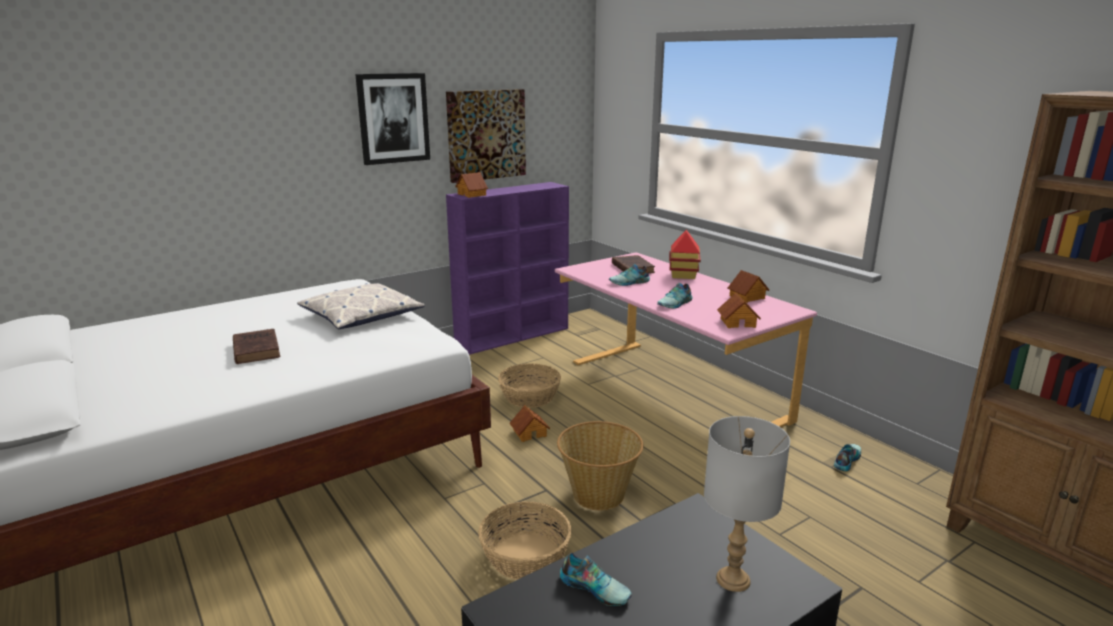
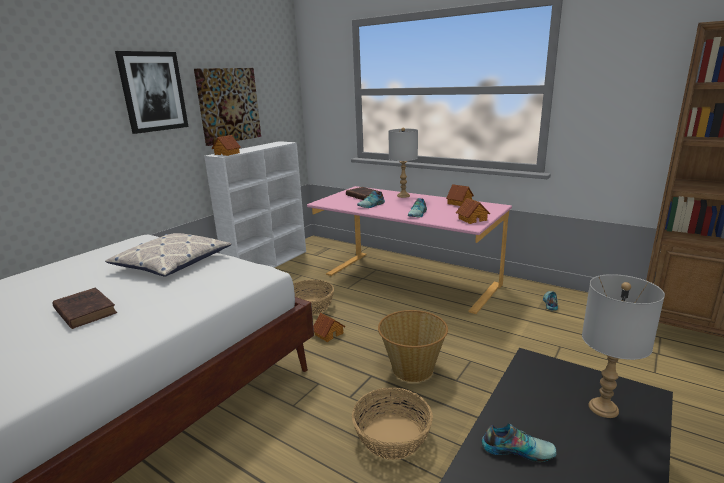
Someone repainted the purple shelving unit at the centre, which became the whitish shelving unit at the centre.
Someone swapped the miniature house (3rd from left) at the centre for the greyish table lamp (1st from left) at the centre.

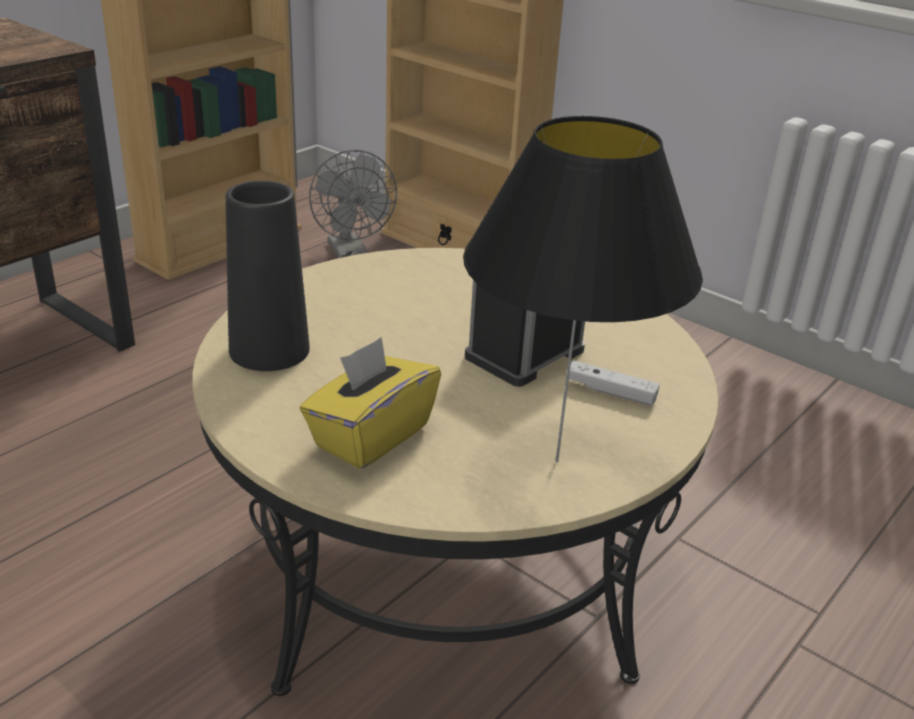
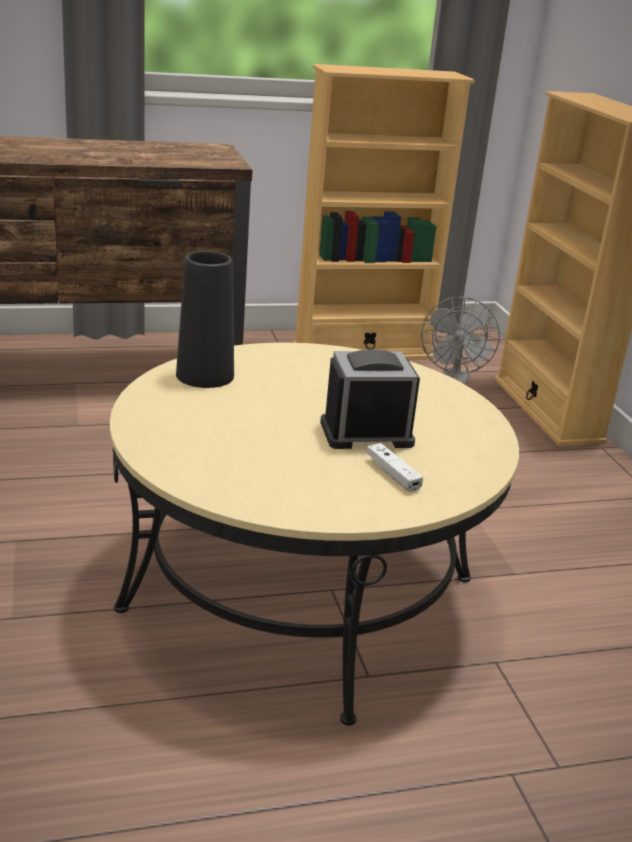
Someone took away the black table lamp at the centre.
Someone took away the yellow-coloured tissue box at the centre.

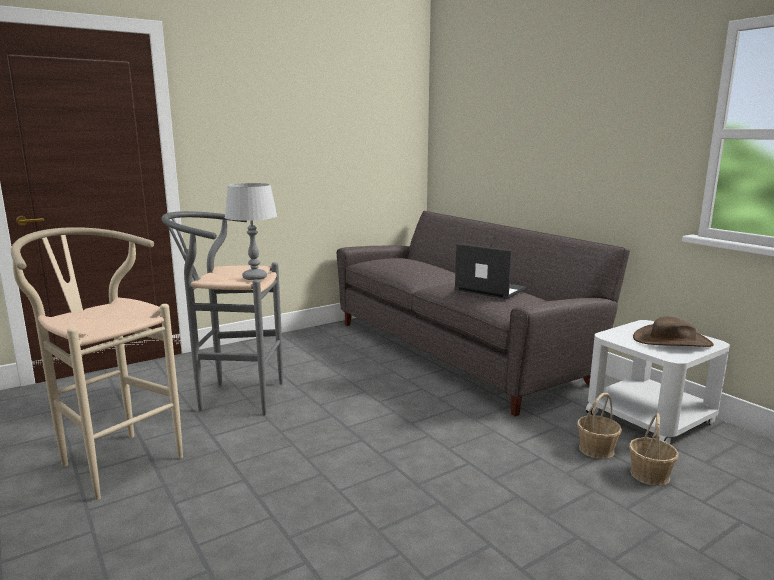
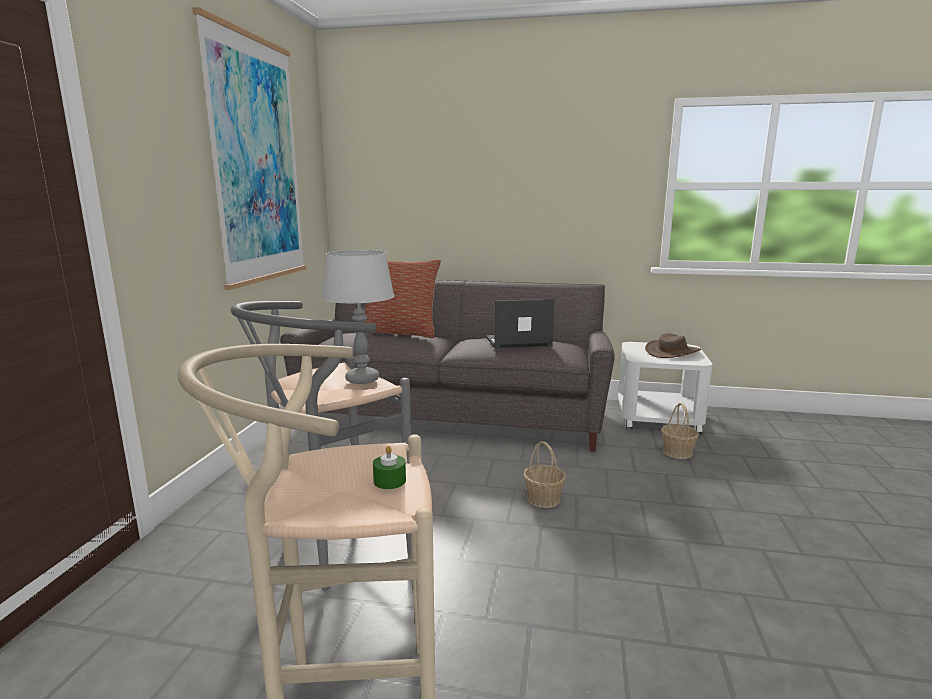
Someone carried the basket (2nd from left in the first image) from the bottom right to the bottom centre.
Someone put up the picture at the top left.
Someone put down the cushion at the centre.
Someone put down the greenish wax candle at the bottom centre.

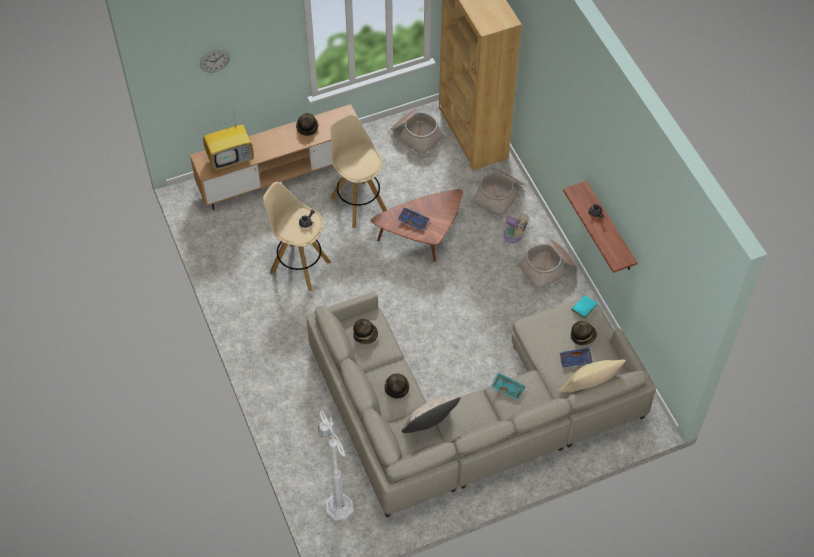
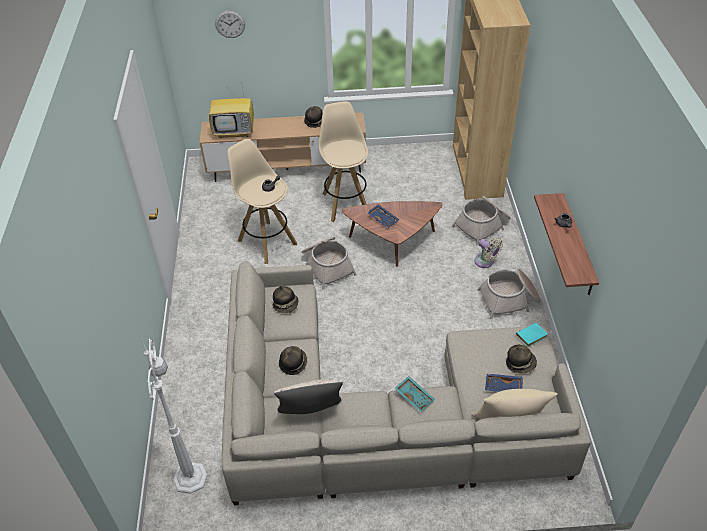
Someone carried the basket (1st from left) from the top centre to the centre.

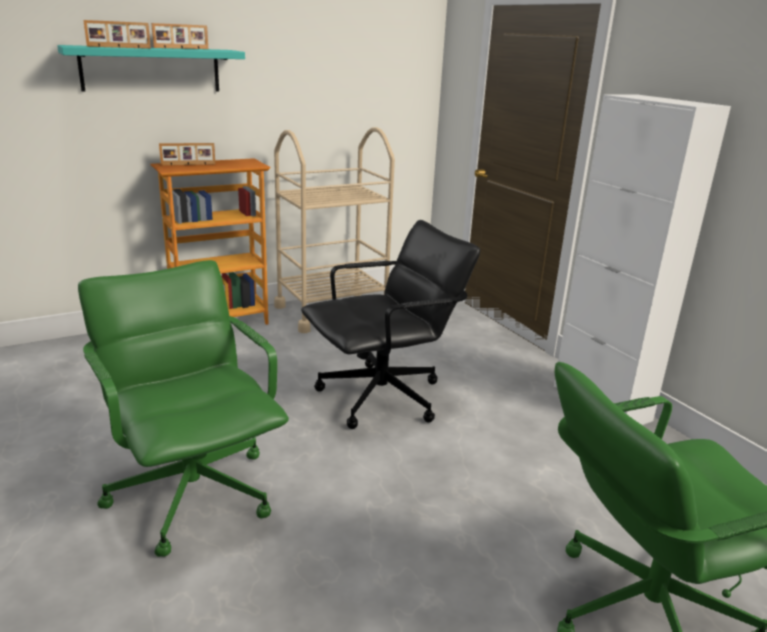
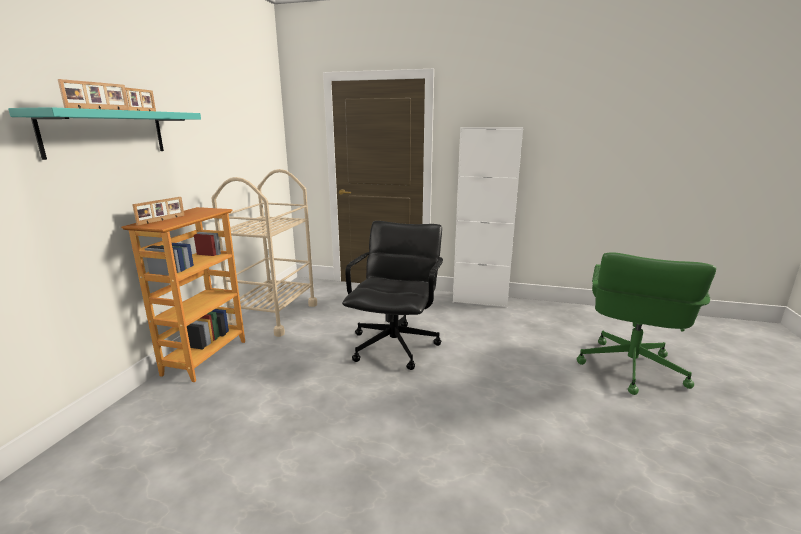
Someone took away the greenish desk chair (1st from left) at the middle left.

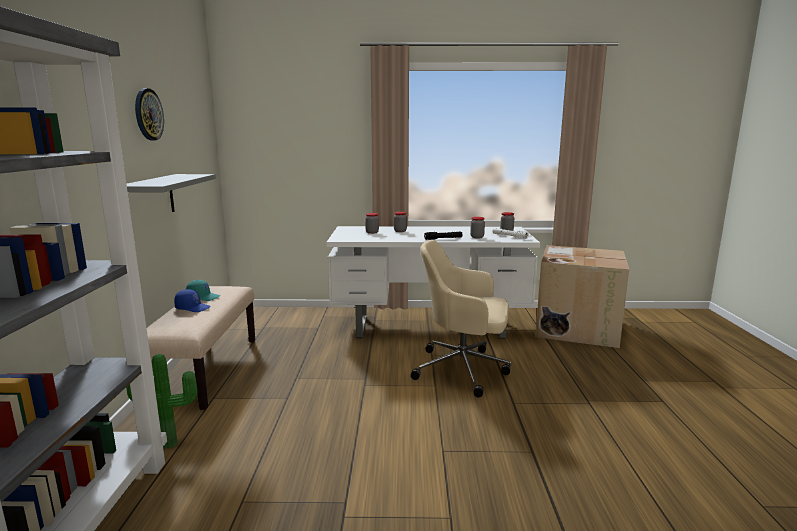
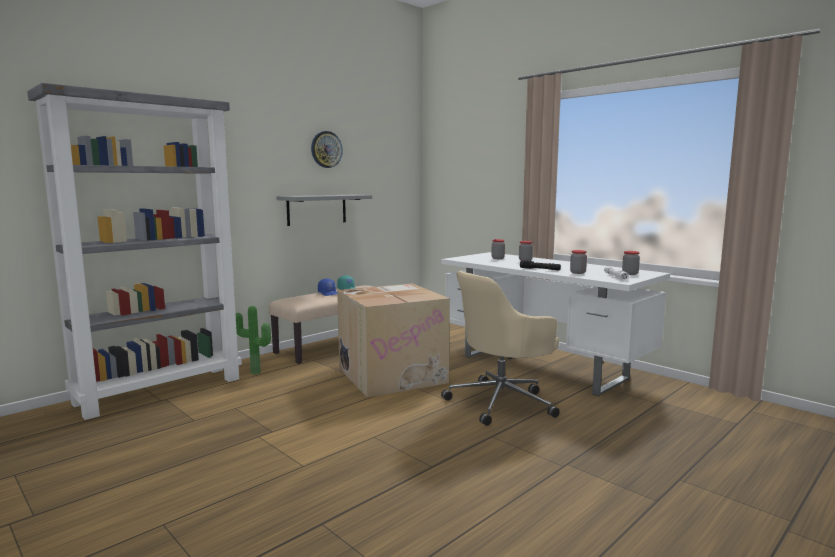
Someone rotated the beige desk chair at the centre by 90 degrees counterclockwise.
Someone carried the packing box from the middle right to the centre.

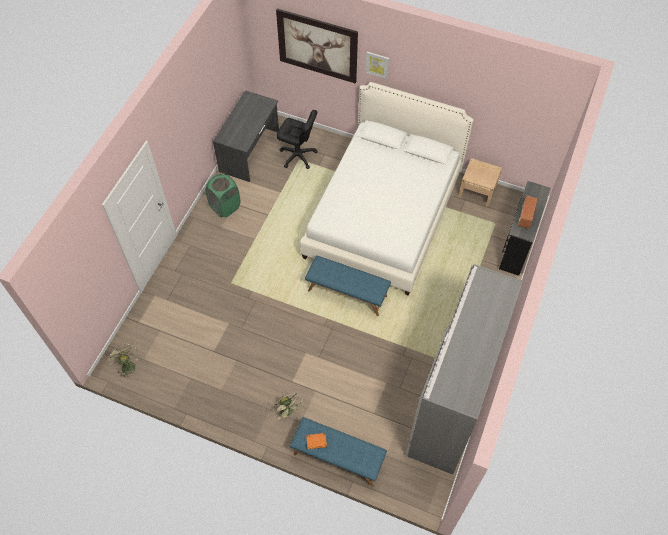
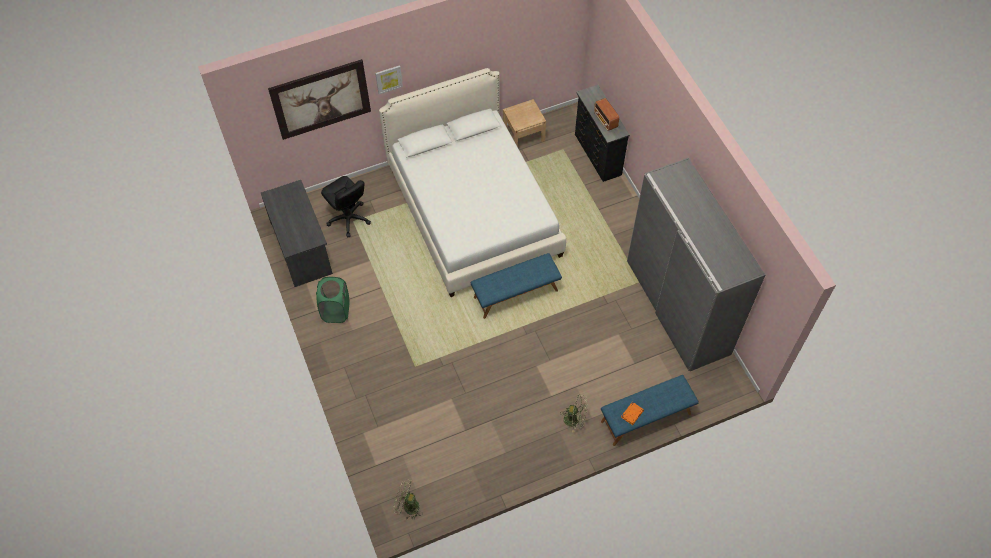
Someone rotated the black desk chair at the top centre by 75 degrees clockwise.

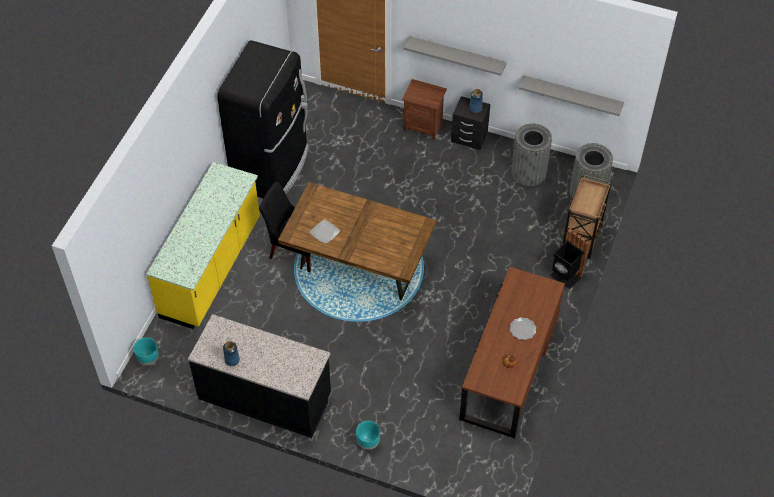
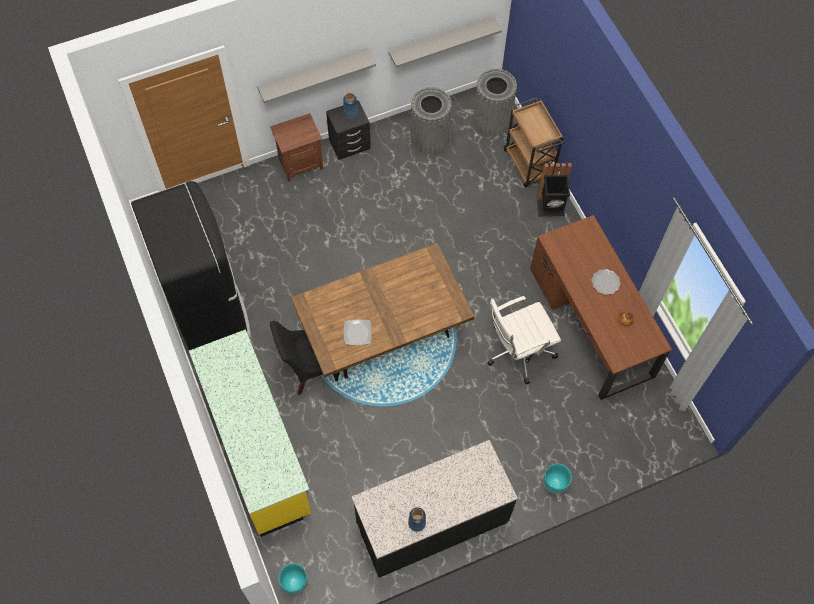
Someone put down the whitish desk chair at the centre.

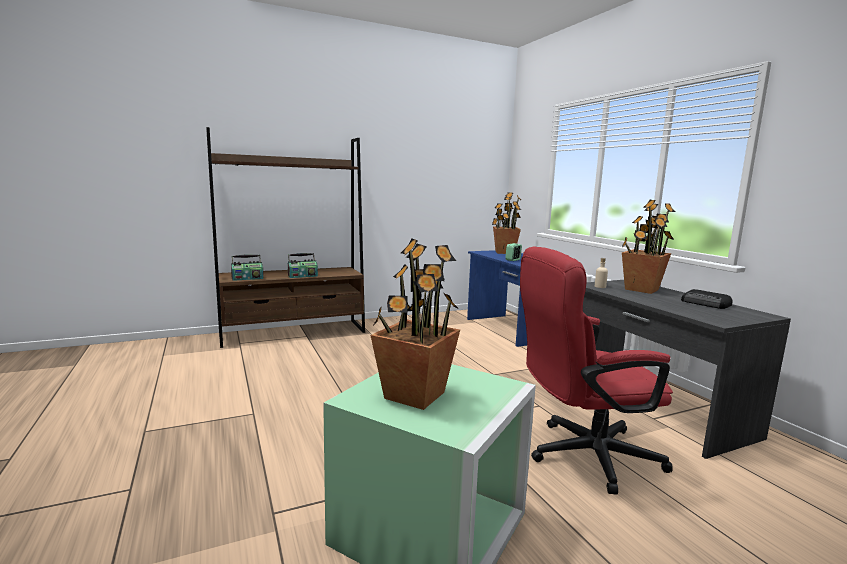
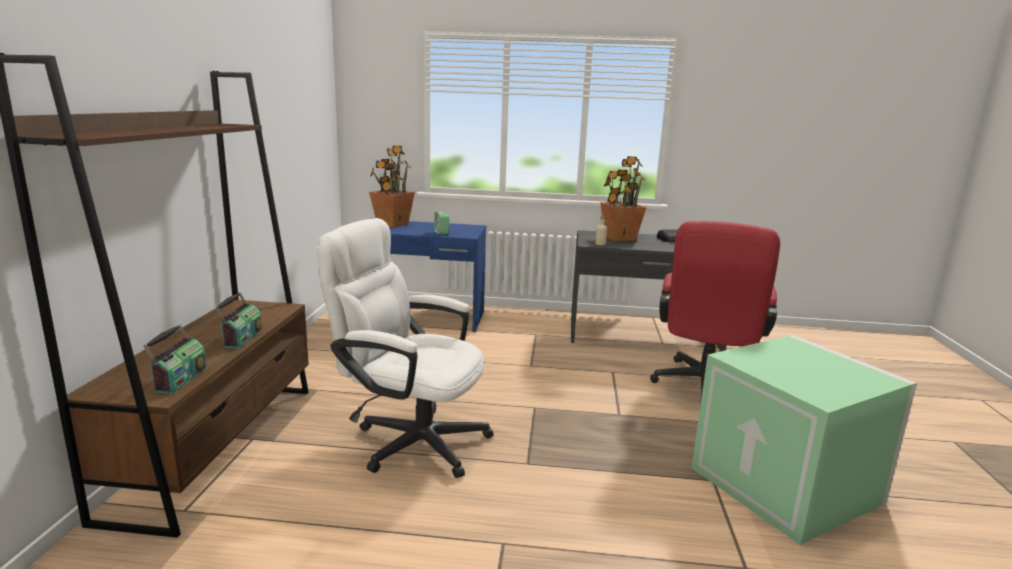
Someone took away the potted plant (1st from left) at the centre.
Someone put down the whitish desk chair at the centre.

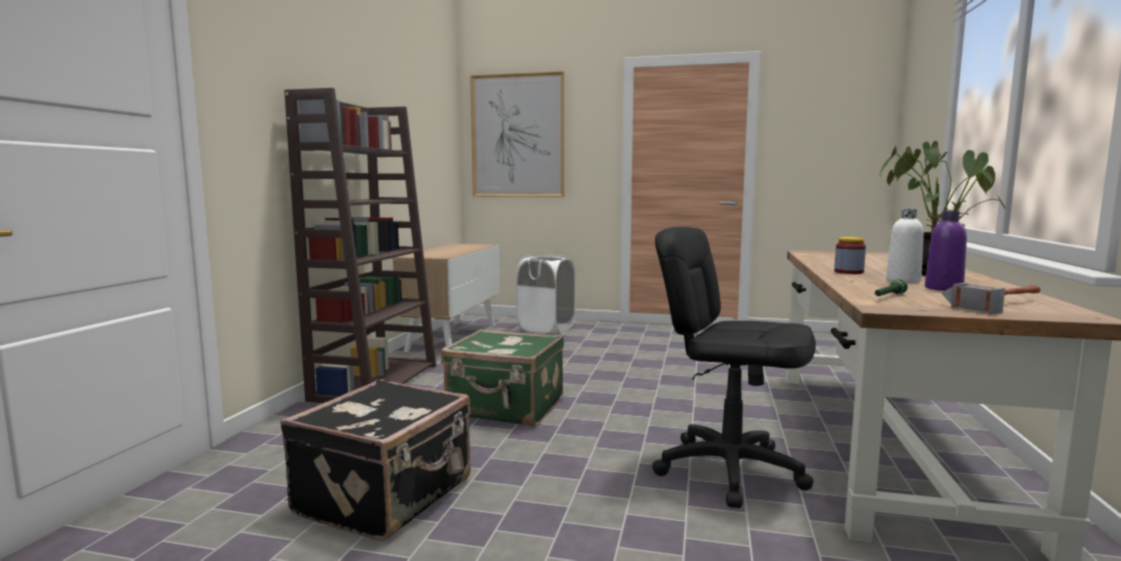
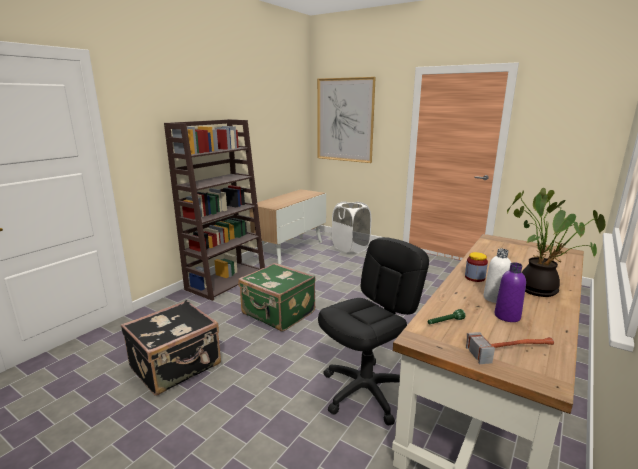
Someone rotated the black desk chair at the centre by 90 degrees clockwise.

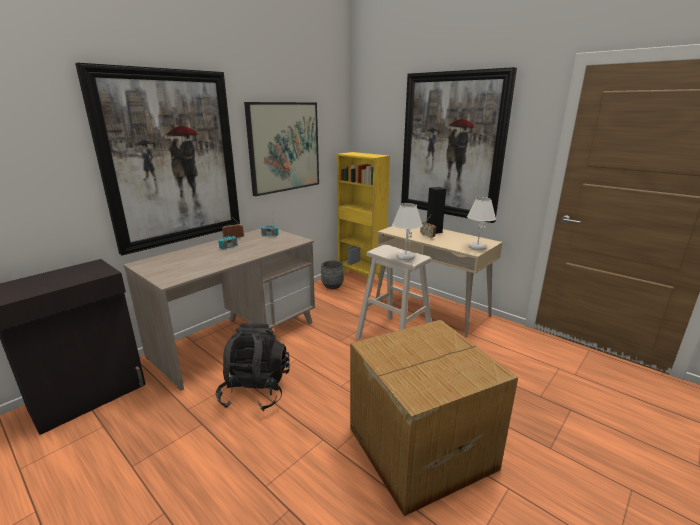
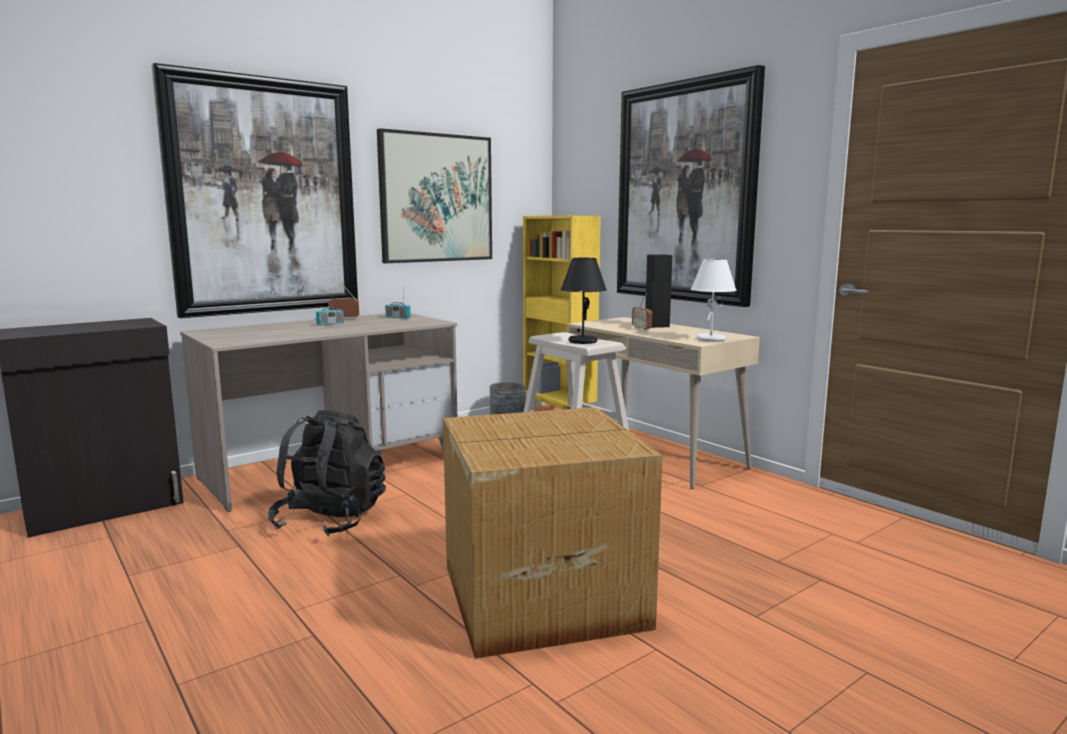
Someone repainted the whitish table lamp (1st from left) at the centre, which became the black table lamp at the centre.

